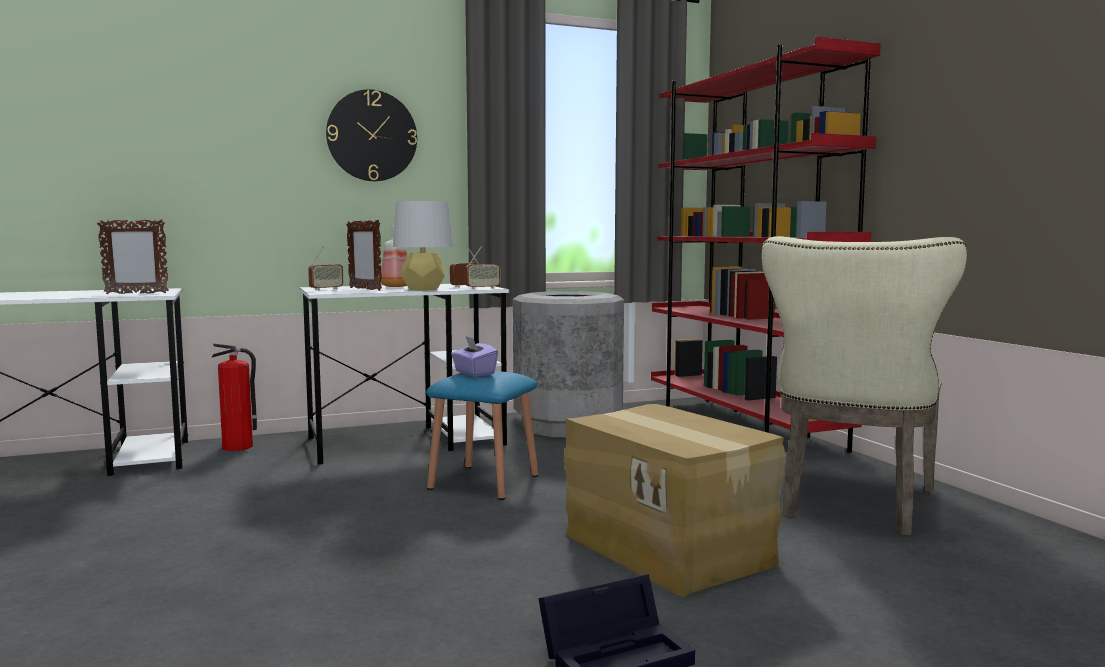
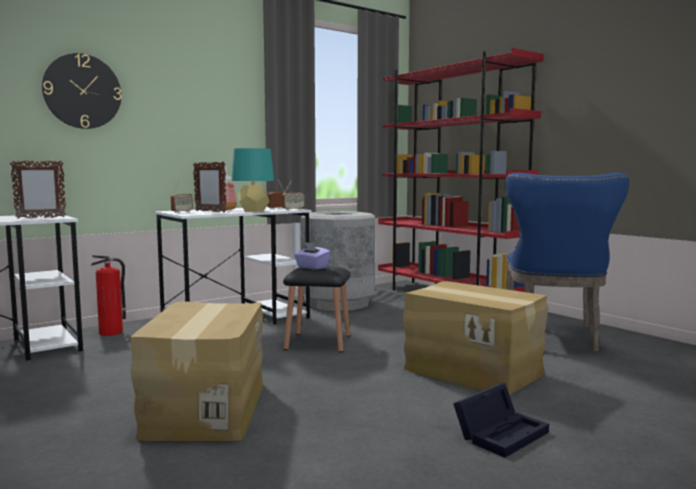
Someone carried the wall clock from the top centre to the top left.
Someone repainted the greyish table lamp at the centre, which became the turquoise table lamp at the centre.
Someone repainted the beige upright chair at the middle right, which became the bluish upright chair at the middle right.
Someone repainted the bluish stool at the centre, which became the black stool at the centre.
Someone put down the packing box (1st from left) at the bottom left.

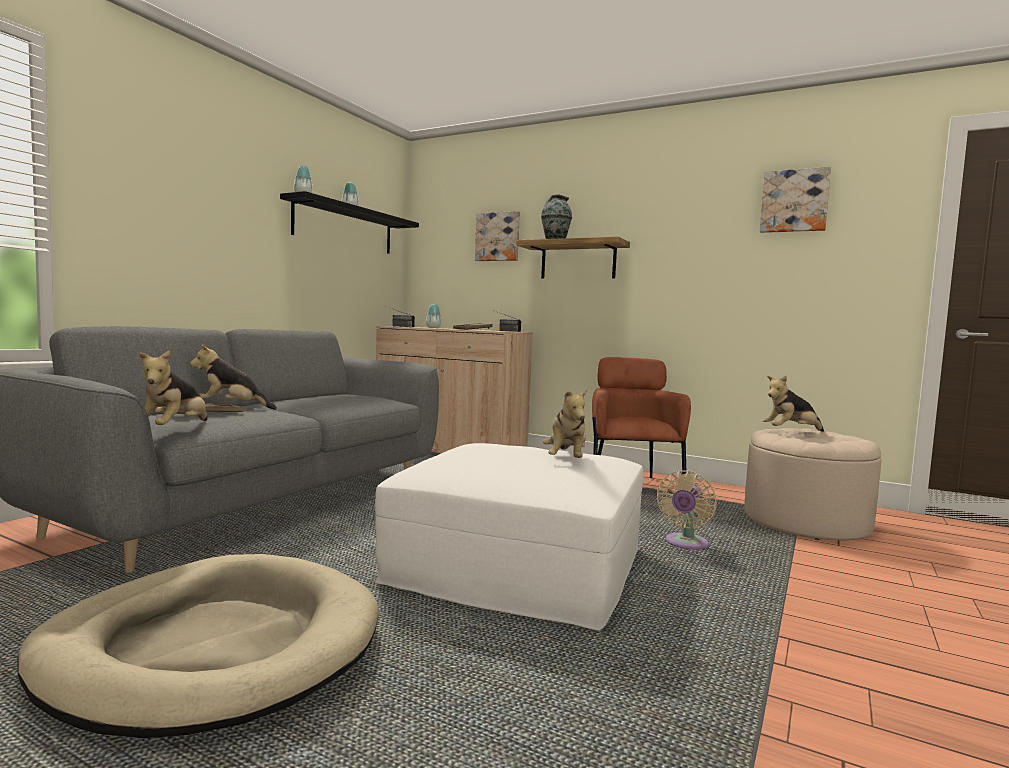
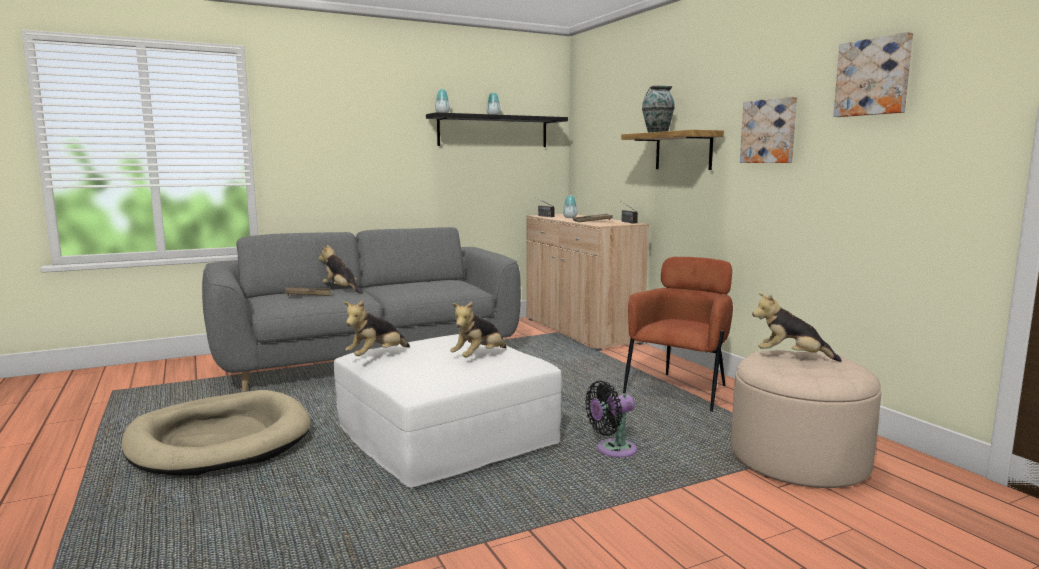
Someone carried the picture (1st from left) from the top centre to the top right.
Someone carried the plush toy (1st from left in the first image) from the middle left to the centre.
Someone repainted the beige electric fan at the middle right, which became the black electric fan at the bottom centre.

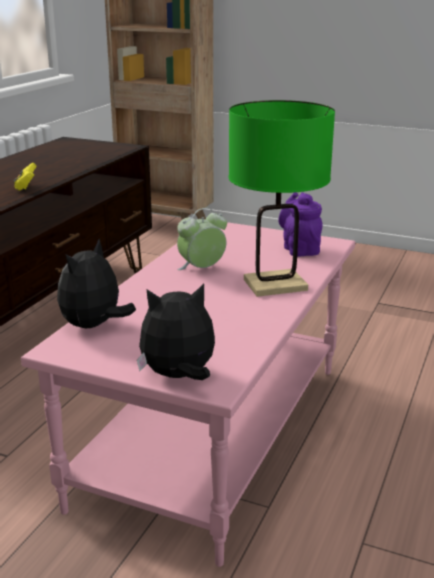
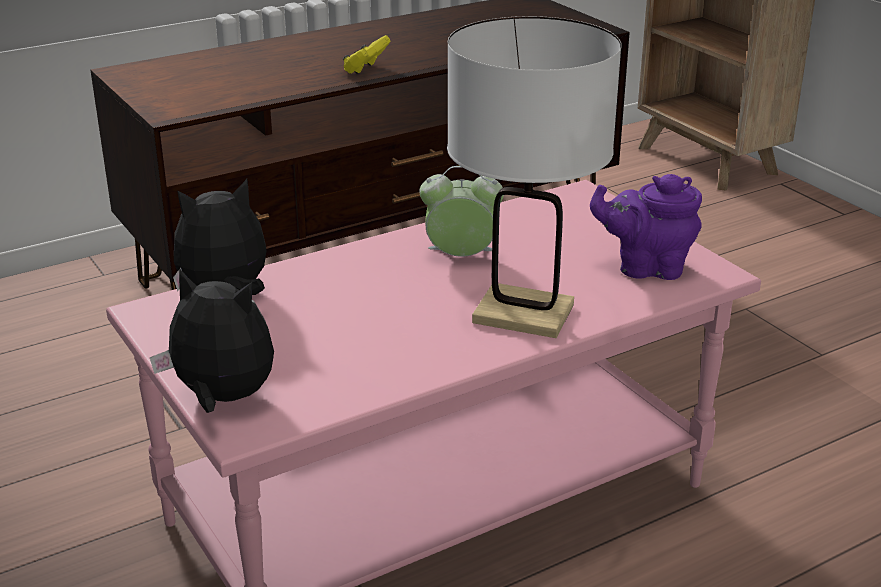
Someone repainted the greenish table lamp at the centre, which became the whitish table lamp at the top centre.
Someone rotated the purple teapot at the middle right by 105 degrees counterclockwise.

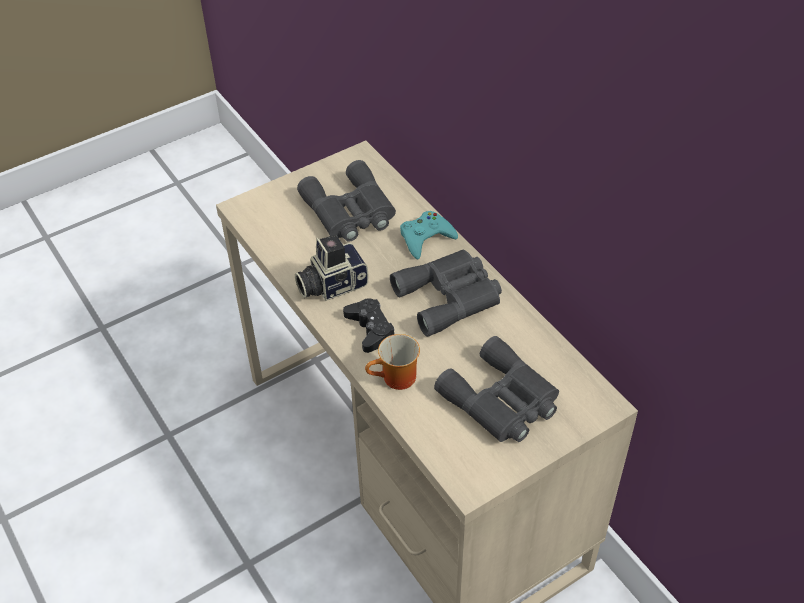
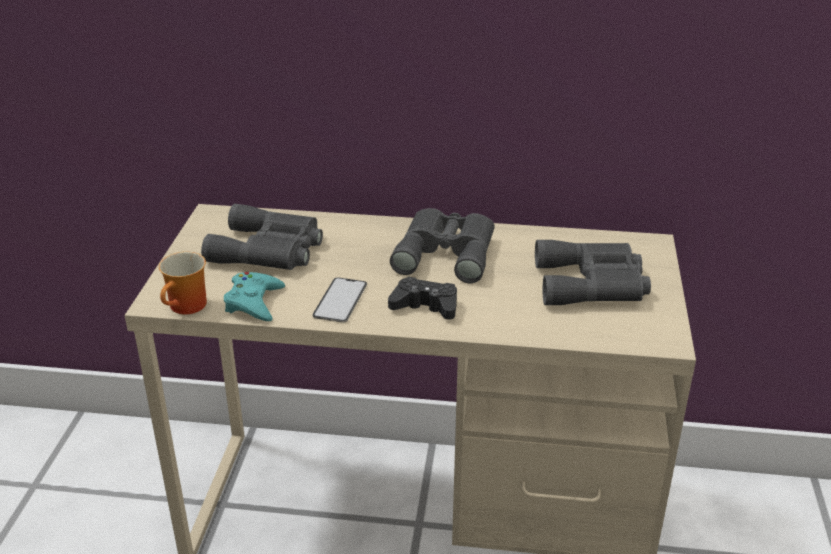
Someone carried the turquoise joypad from the centre to the middle left.
Someone swapped the still camera at the centre for the telephone at the centre.
Someone carried the tea mug from the centre to the middle left.

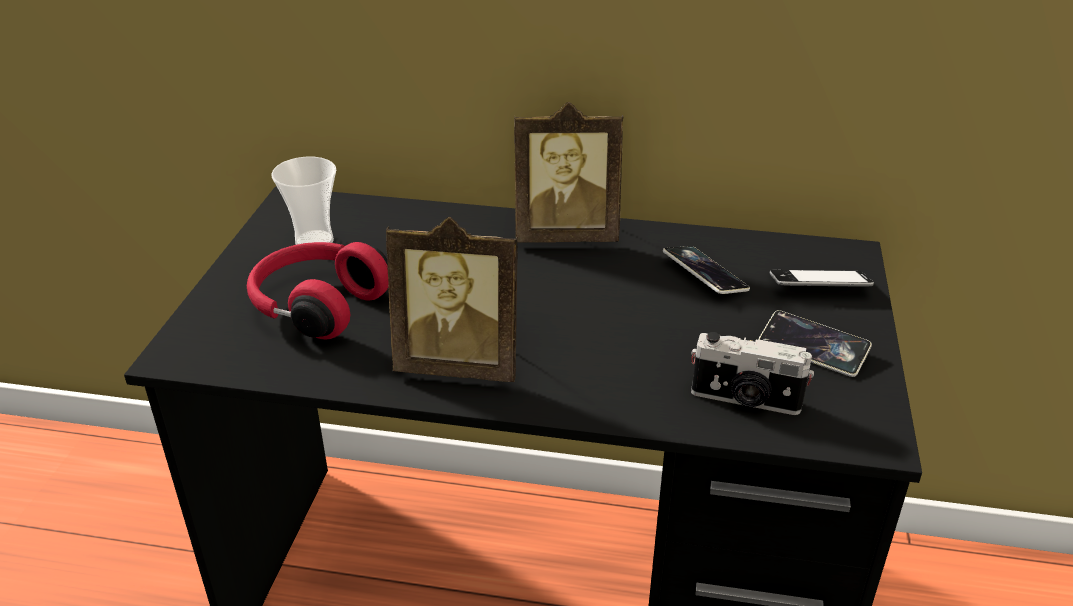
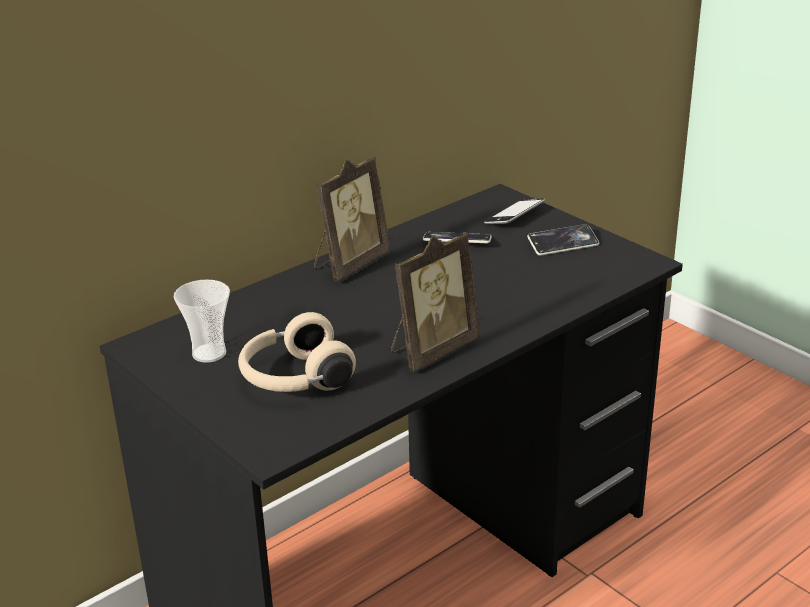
Someone repainted the red-coloured headset at the middle left, which became the beige headset at the centre.
Someone took away the still camera at the middle right.

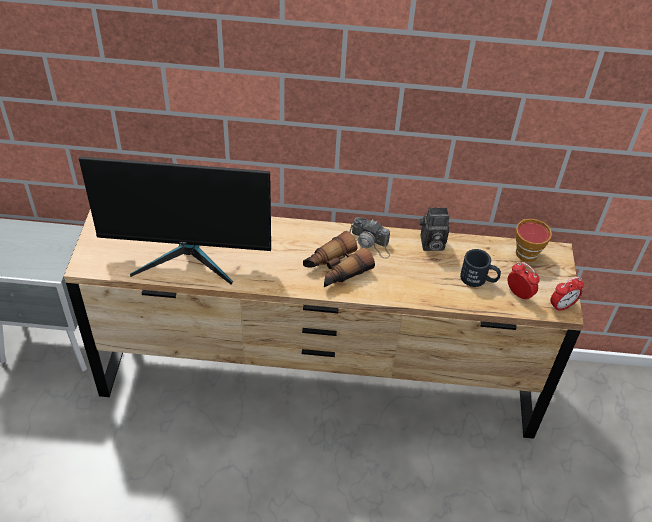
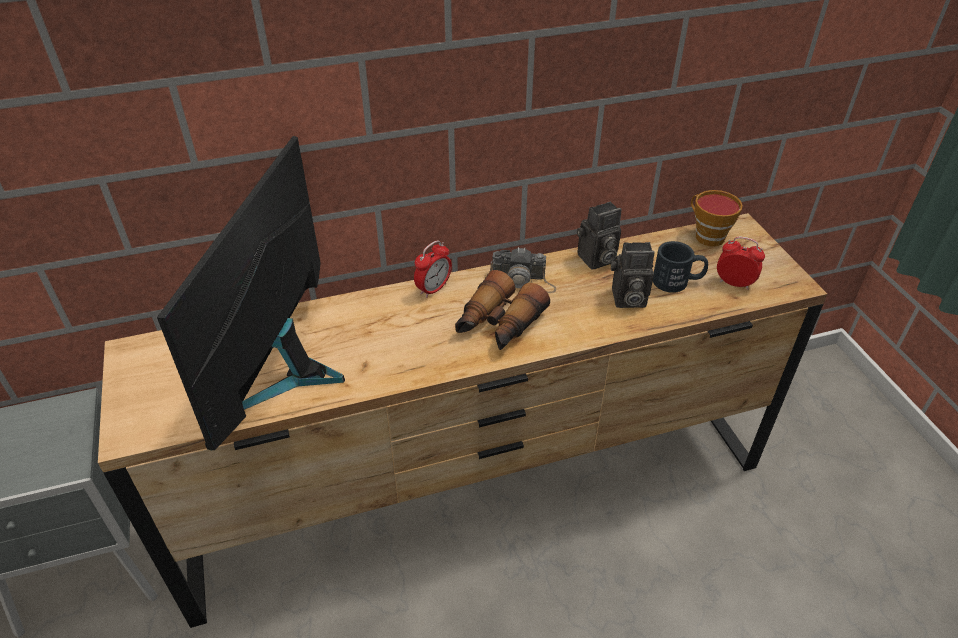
Someone rotated the monitor at the middle left by 120 degrees clockwise.
Someone carried the alarm clock (2nd from left in the first image) from the middle right to the centre.
Someone put down the still camera (3rd from left) at the centre.

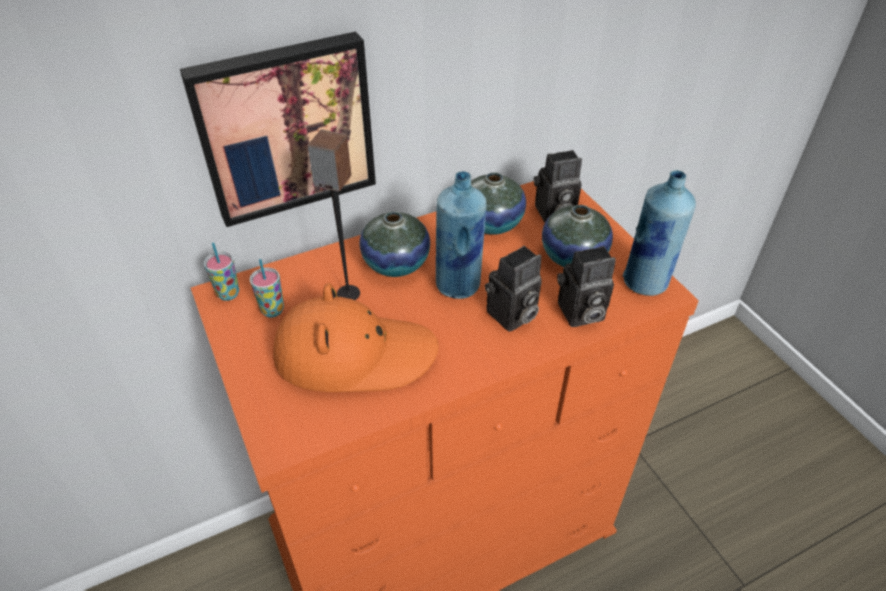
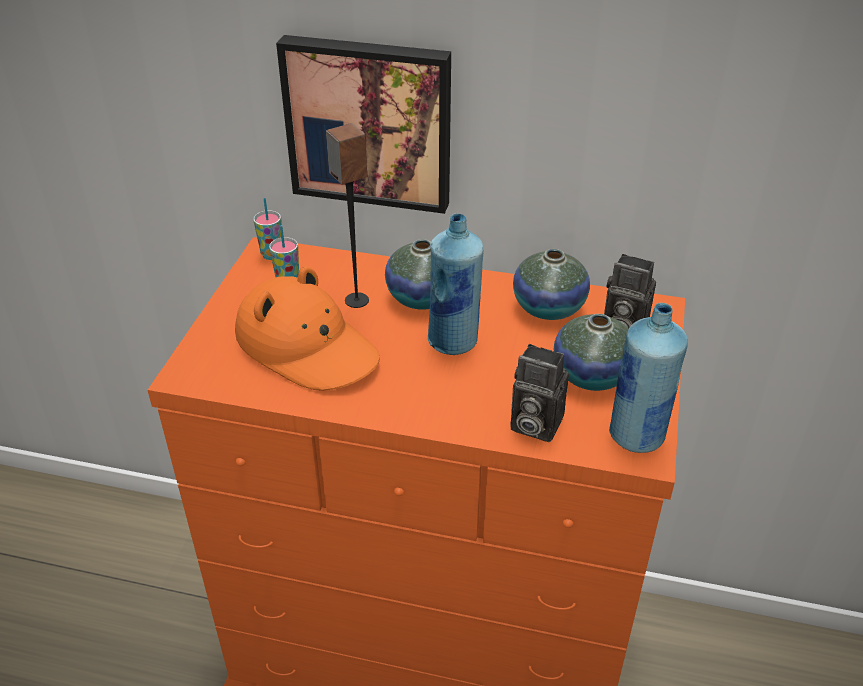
Someone took away the still camera (1st from left) at the centre.

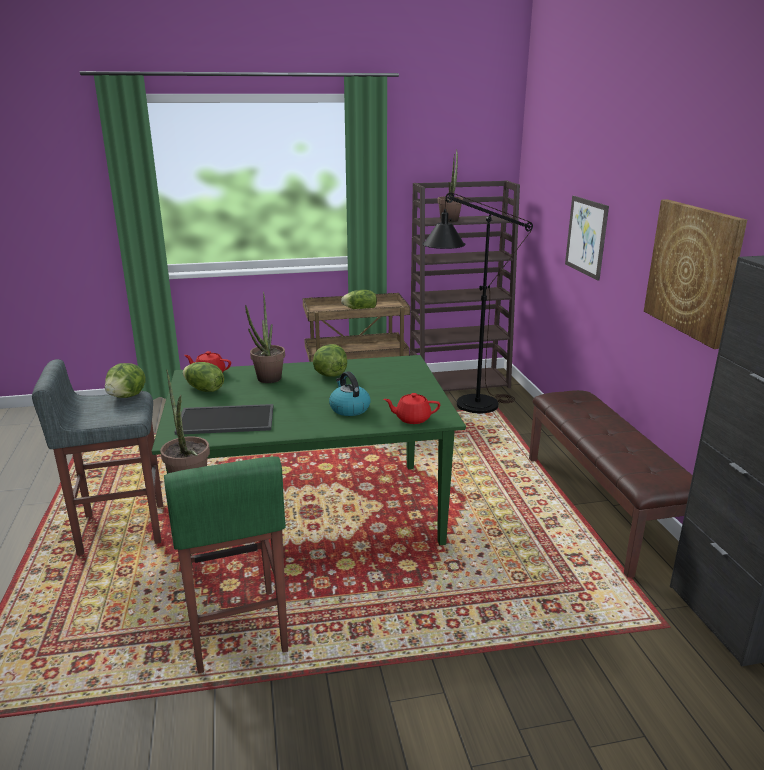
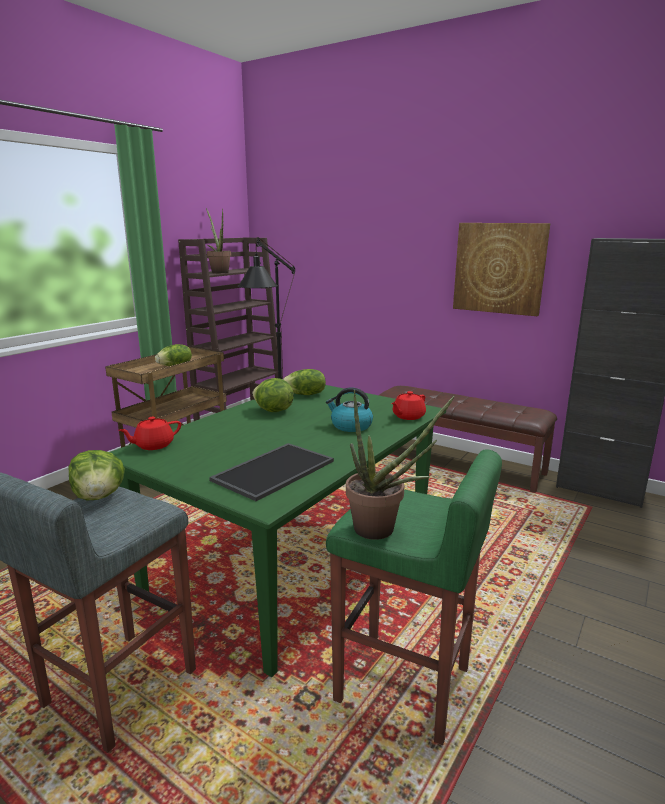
Someone took away the picture (1st from left) at the top right.
Someone took away the potted plant (2nd from left) at the centre.
Someone carried the lettuce head (2nd from left in the first image) from the middle left to the centre.

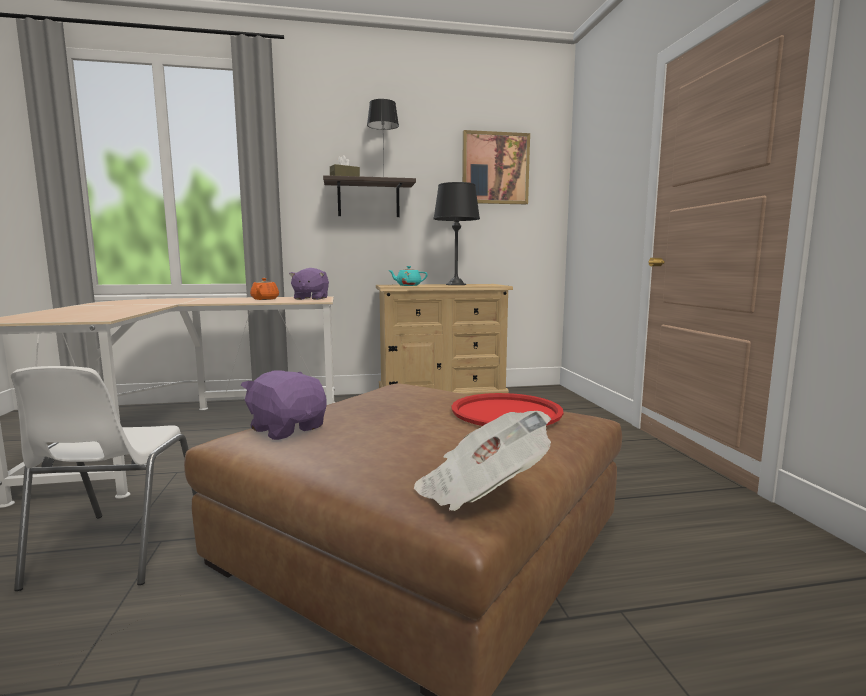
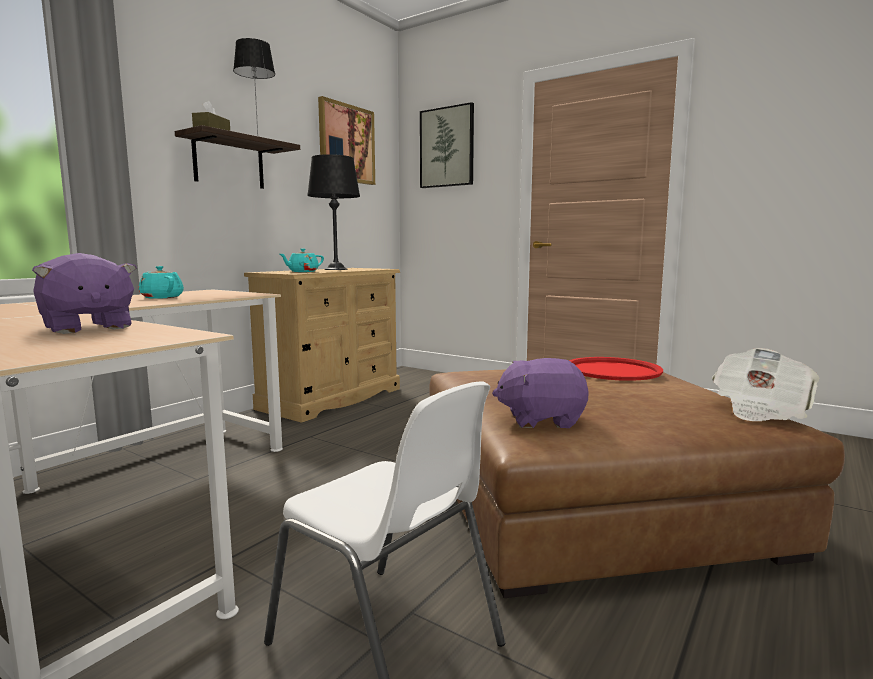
Someone carried the purple plush toy (2nd from left in the first image) from the centre to the middle left.
Someone repainted the orange-coloured teapot at the middle left, which became the turquoise teapot (1st from left) at the middle left.
Someone put up the picture (2nd from left) at the top centre.

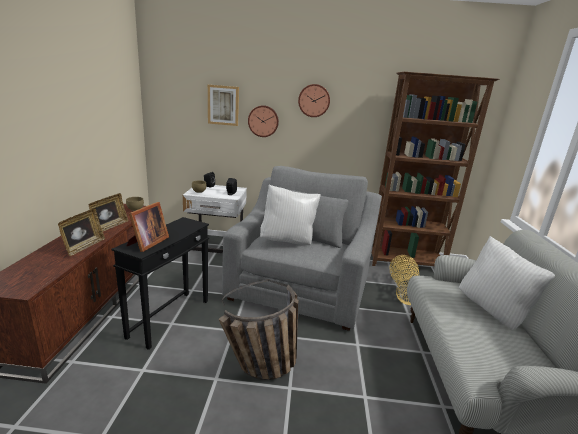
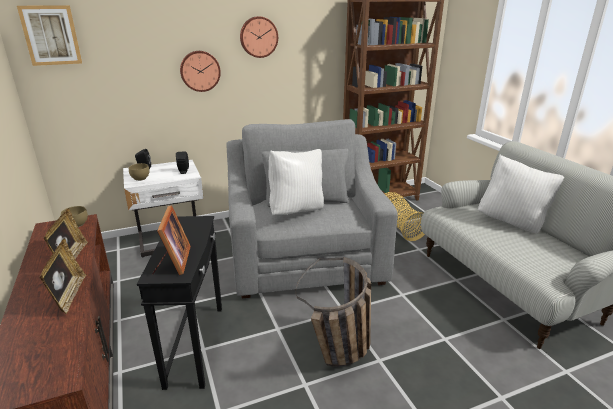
Someone carried the picture from the top centre to the top left.

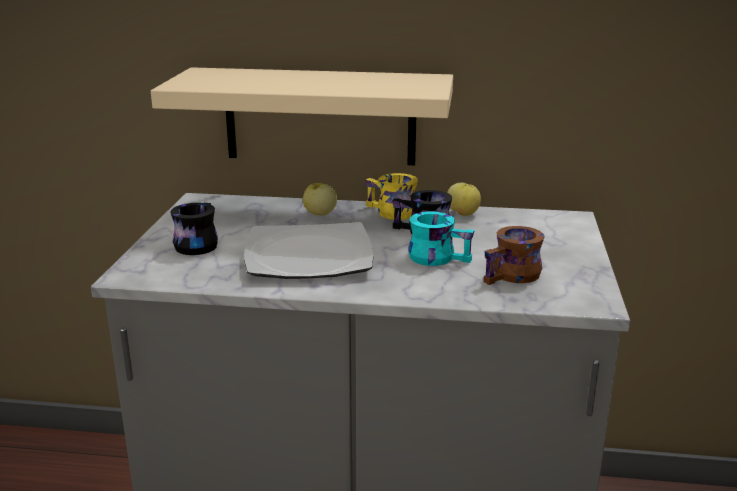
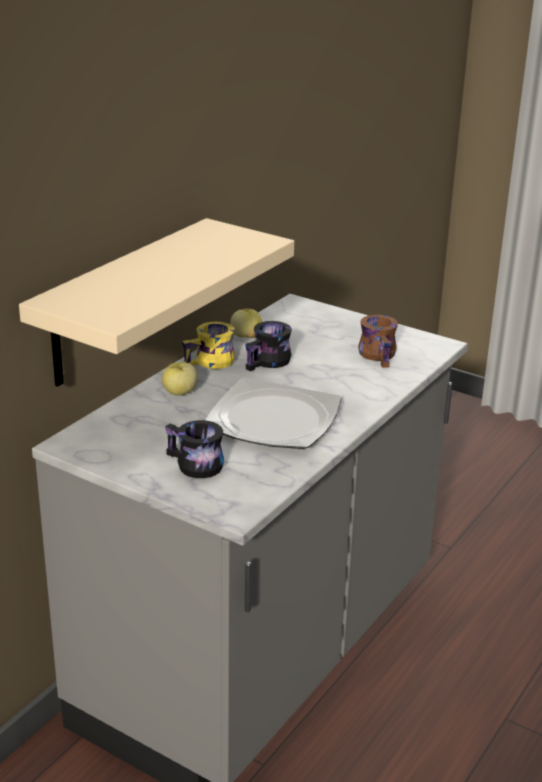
Someone took away the turquoise tea mug at the centre.

